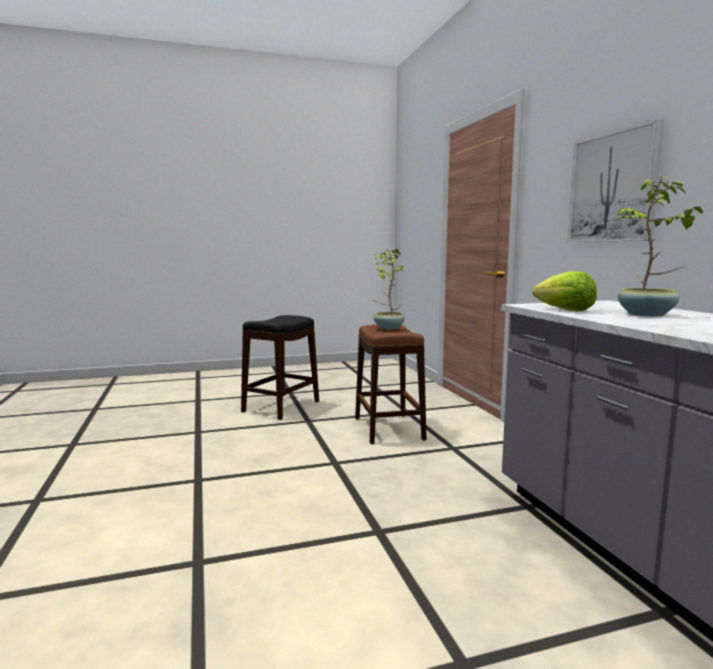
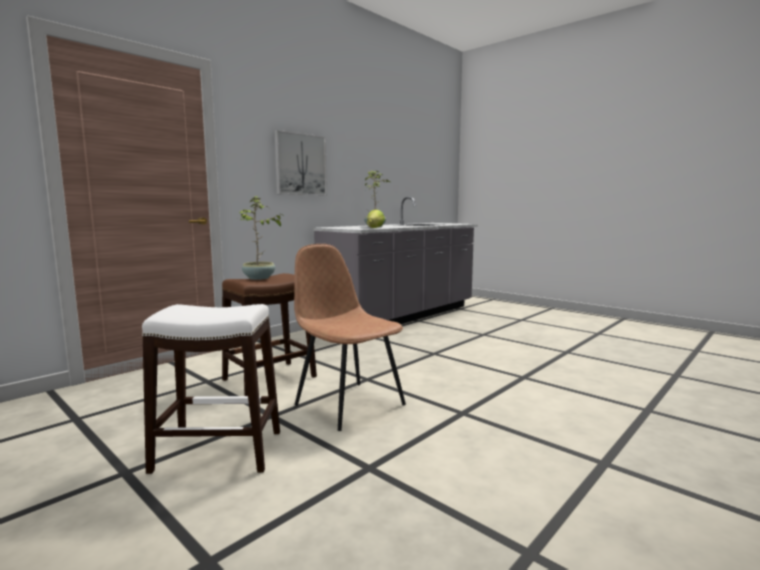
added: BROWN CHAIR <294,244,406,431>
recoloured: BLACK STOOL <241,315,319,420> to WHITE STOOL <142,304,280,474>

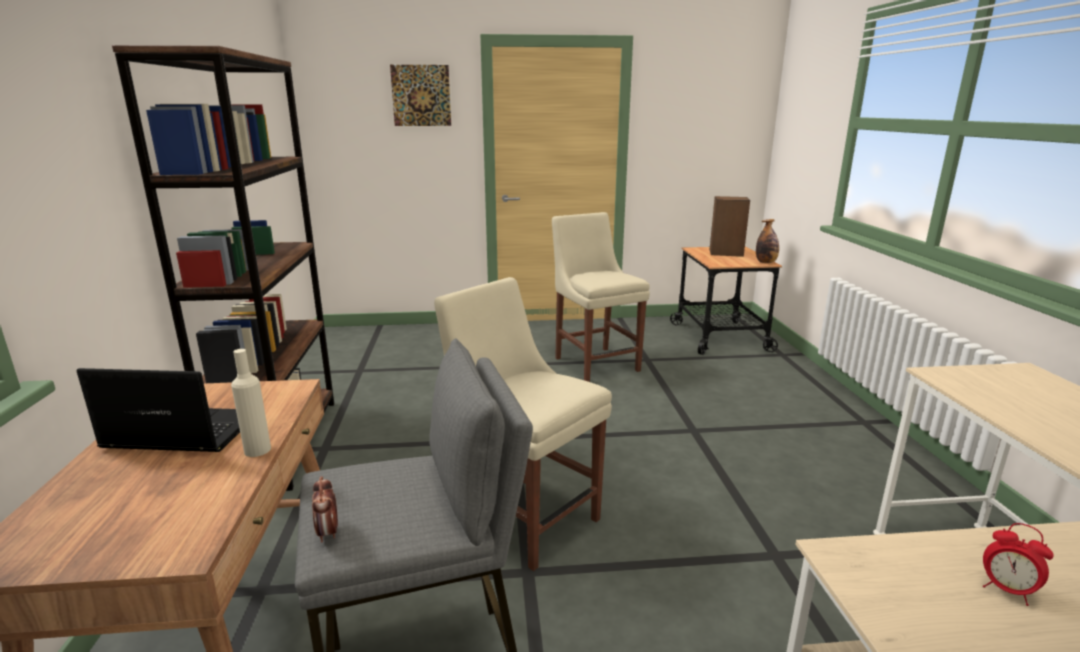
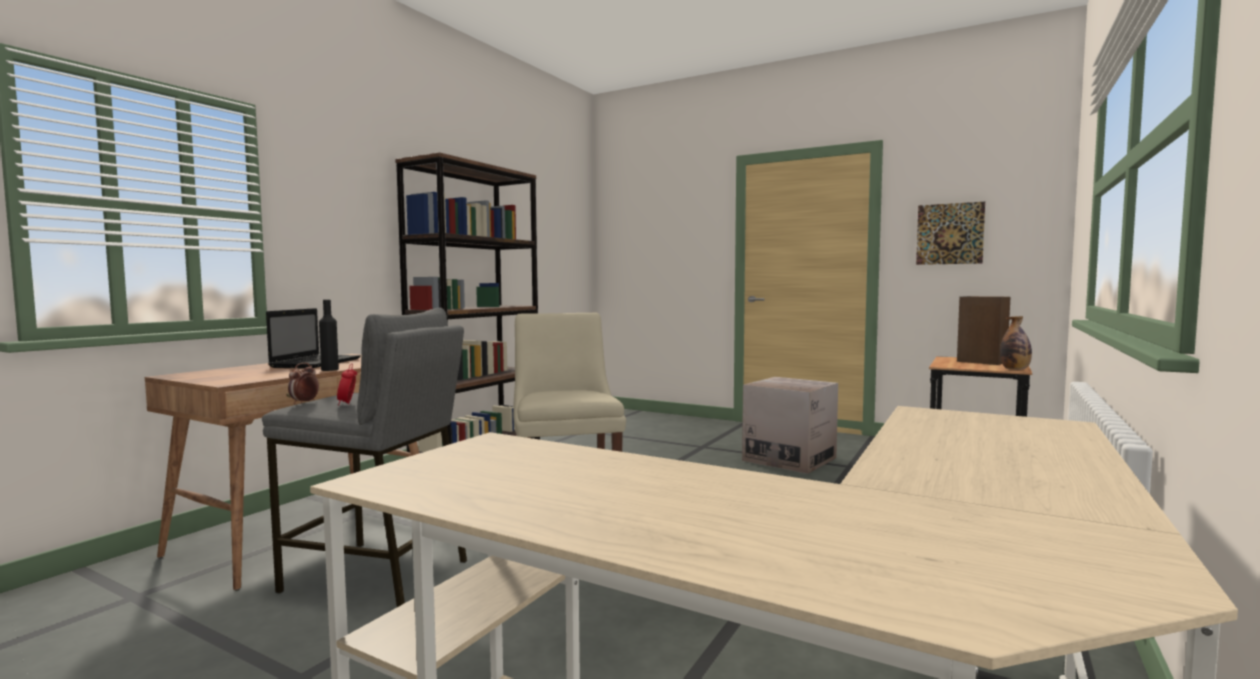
moved: PICTURE <390,65,451,126> to <916,202,985,265>; ALARM CLOCK <983,523,1054,606> to <337,363,357,406>
replaced: BEIGE CHAIR <552,212,650,382> to CARDBOARD BOX <742,377,838,474>
recoloured: BEIGE BOTTLE <231,349,271,457> to BLACK BOTTLE <319,300,339,371>
turned: LAPTOP <76,368,240,452> = <266,308,361,368> 60 degrees clockwise

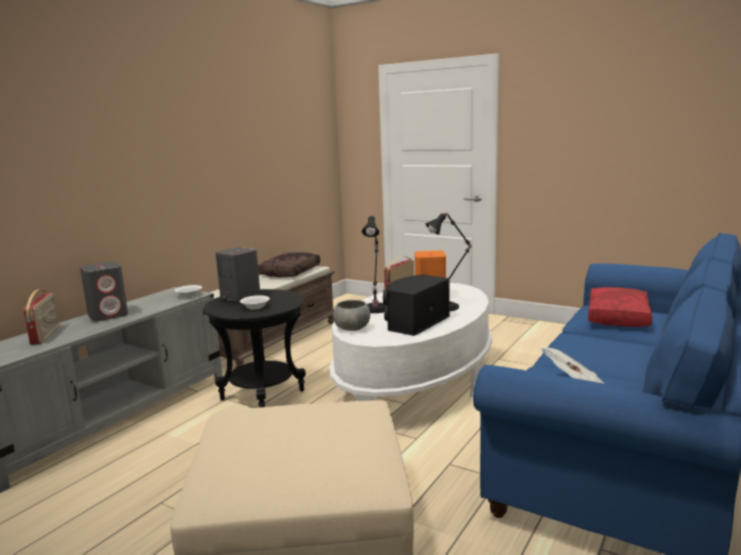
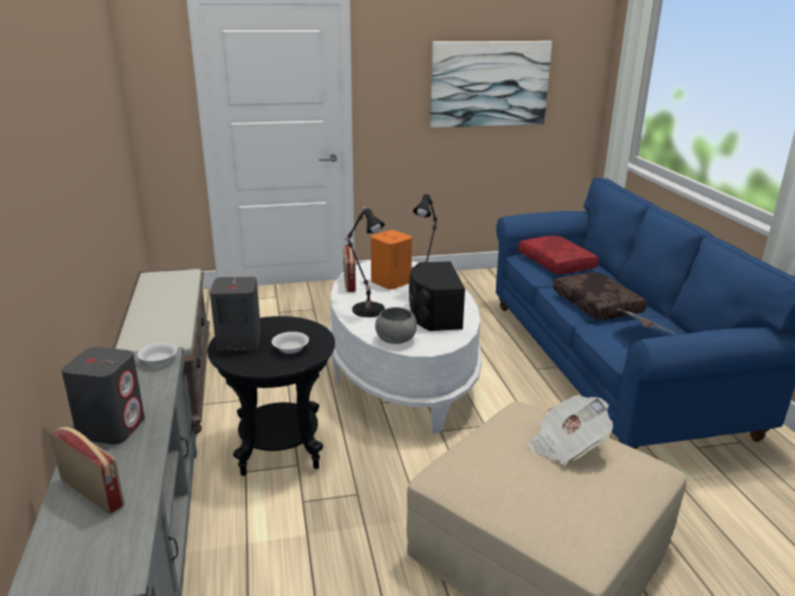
added: PICTURE <430,41,552,128>; NEWSPAPER <528,395,613,465>
moved: BROWN PILLOW <258,252,320,277> to <553,272,647,320>

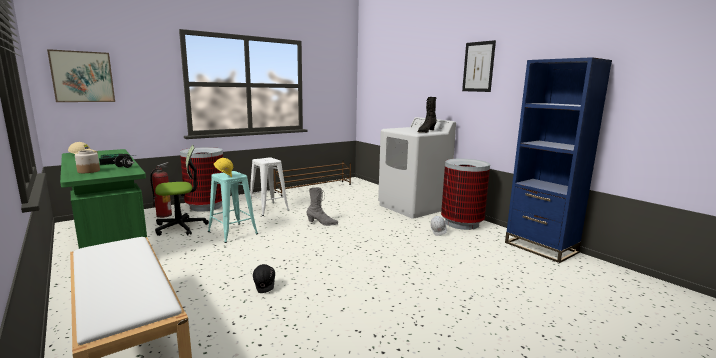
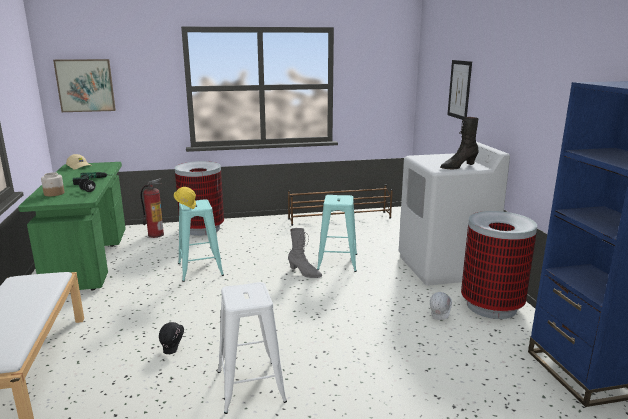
removed: OFFICE CHAIR <155,145,209,236>
added: TURQUOISE STOOL <317,195,357,272>
moved: WHITE STOOL <250,157,289,216> to <218,282,287,414>; PICTURE <462,40,496,92> to <447,60,472,120>

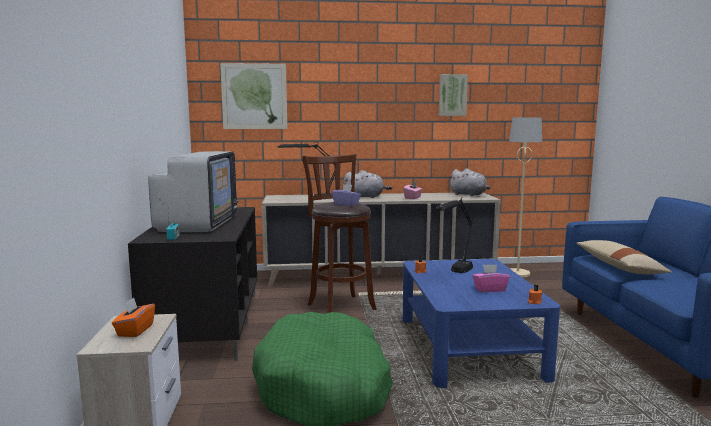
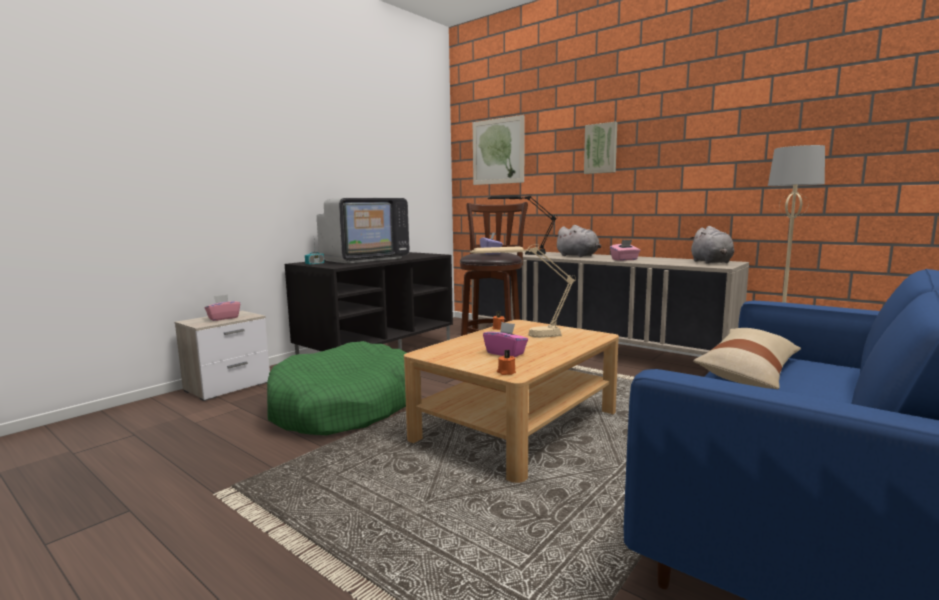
moved: PICTURE <439,74,468,116> to <584,122,617,174>
recoloured: ORANGE TISSUE BOX <112,298,155,337> to PINK TISSUE BOX <205,294,240,321>; BLUE COFFEE TABLE <403,259,560,388> to BEIGE COFFEE TABLE <404,320,619,483>; BLACK TABLE LAMP <436,198,473,273> to BEIGE TABLE LAMP <470,244,576,338>

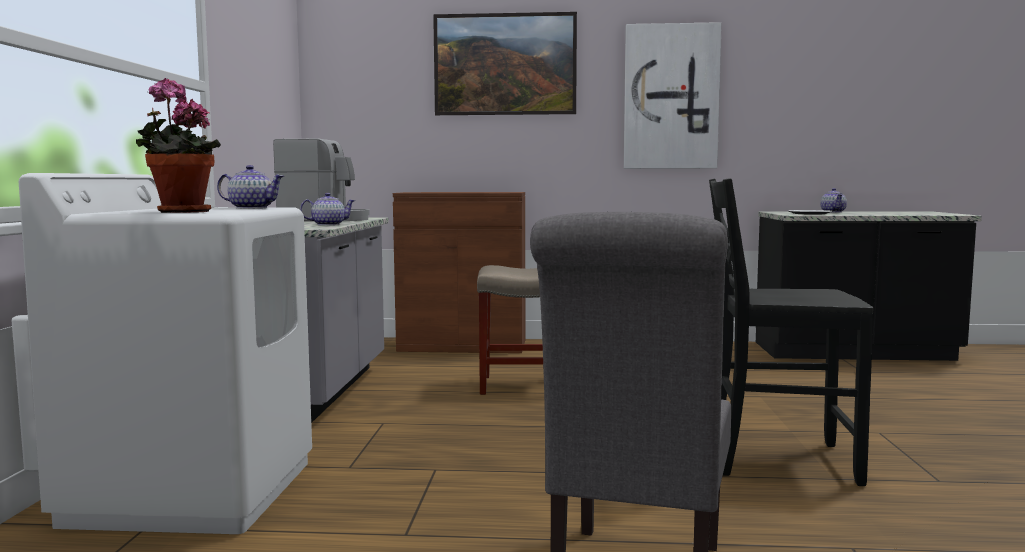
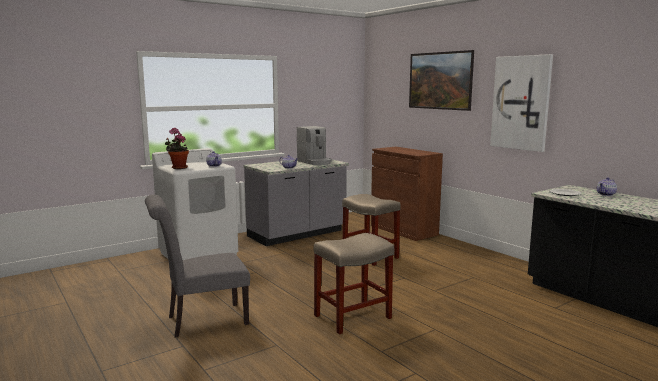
replaced: BLACK CHAIR <709,178,873,486> to BEIGE STOOL <314,233,394,334>

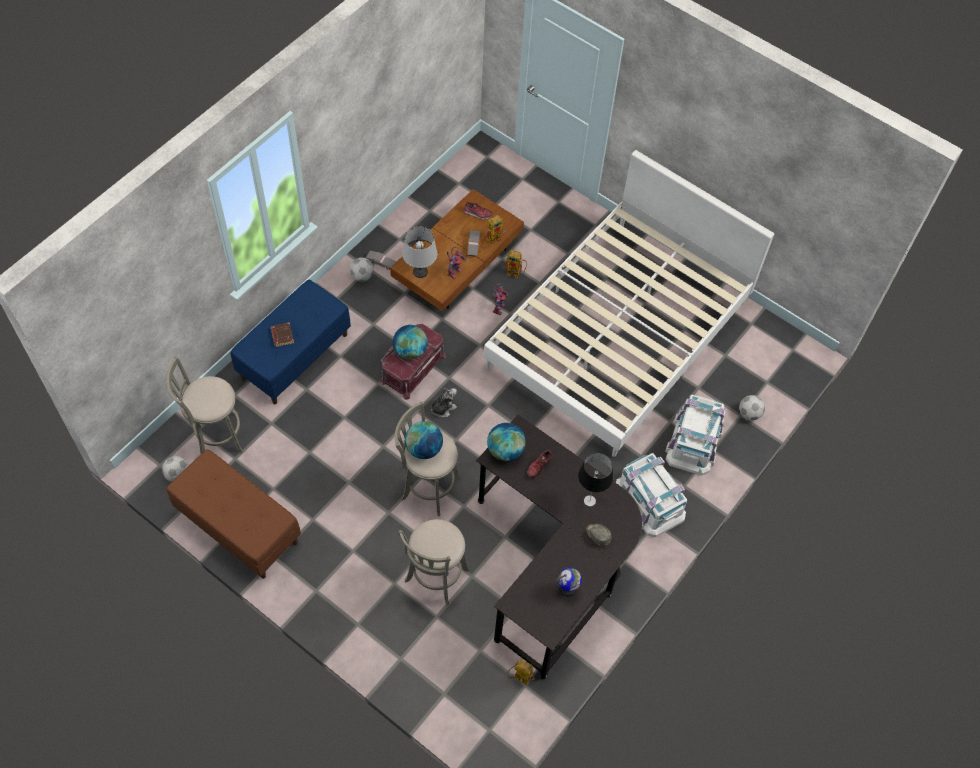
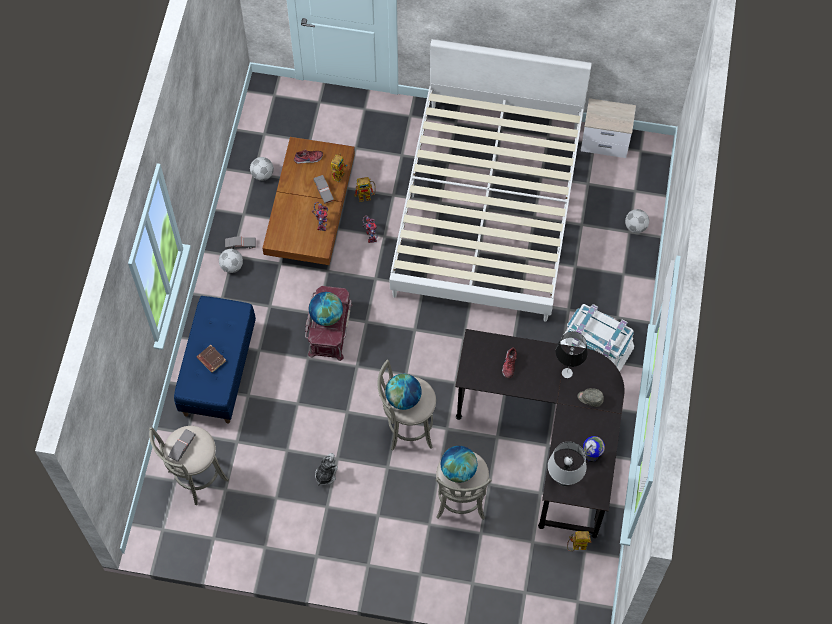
removed: BROWN BENCH <167,449,301,579>; WHITE STORAGE BOX <665,395,726,475>
added: GREY TOY CAR <168,429,195,462>; NIGHTSTAND <581,98,636,158>
moved: FOOTBALL <162,456,189,482> to <250,157,274,181>; GREY TABLE LAMP <402,227,437,278> to <548,441,586,486>; PLUSH TOY <429,388,457,418> to <315,453,338,486>; GLOBE <487,423,526,461> to <441,446,477,483>

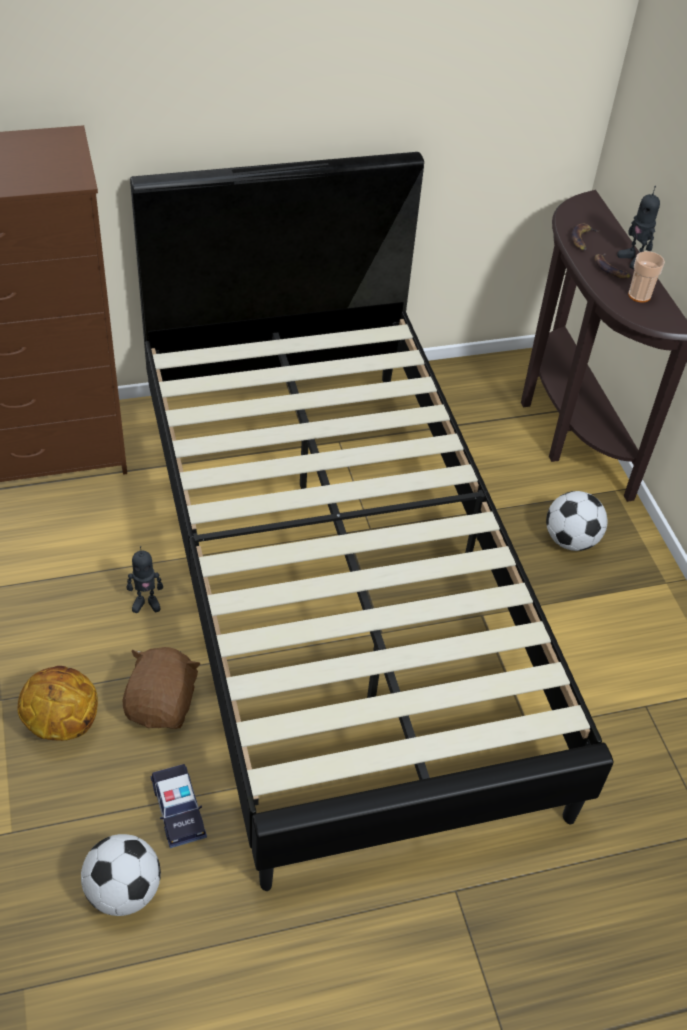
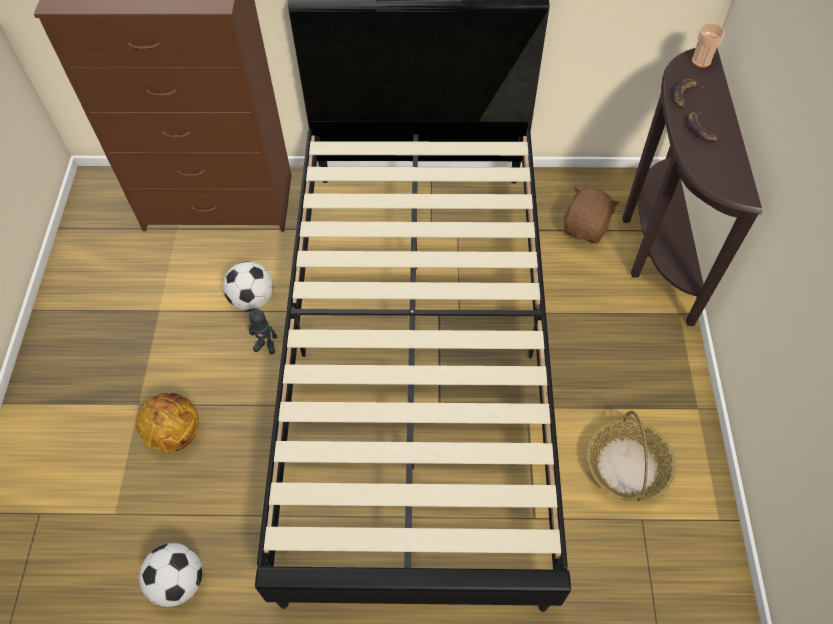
removed: TOY CAR <151,764,207,848>; TOY ROBOT <617,186,660,269>
added: BASKET <587,410,676,502>
moved: BROWN PLUSH TOY <123,647,201,729> to <564,186,620,244>; FOOTBALL <546,491,608,551> to <223,261,273,311>; CUP <628,251,665,303> to <692,23,725,68>

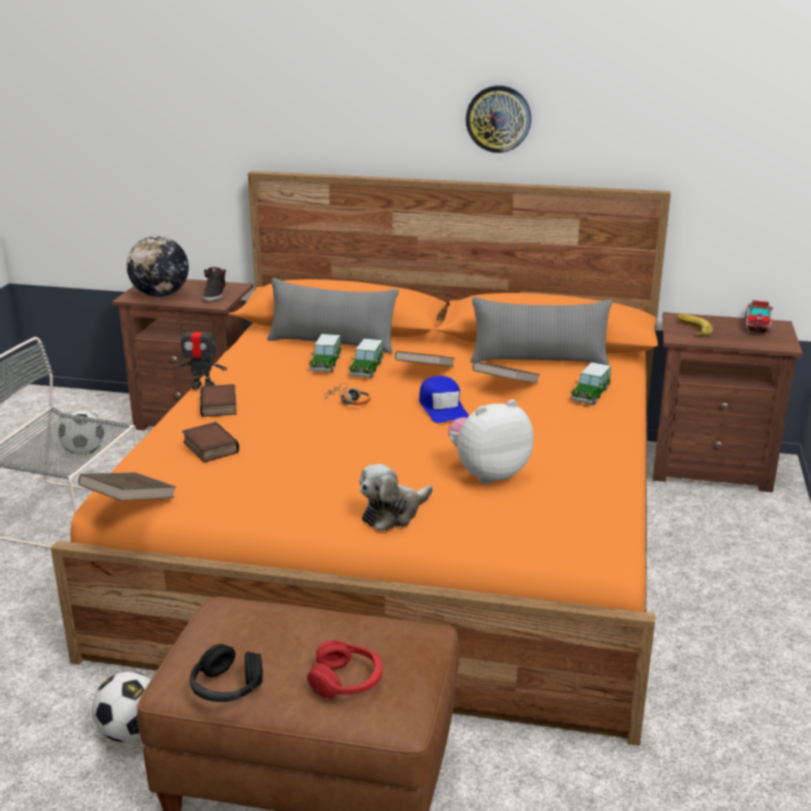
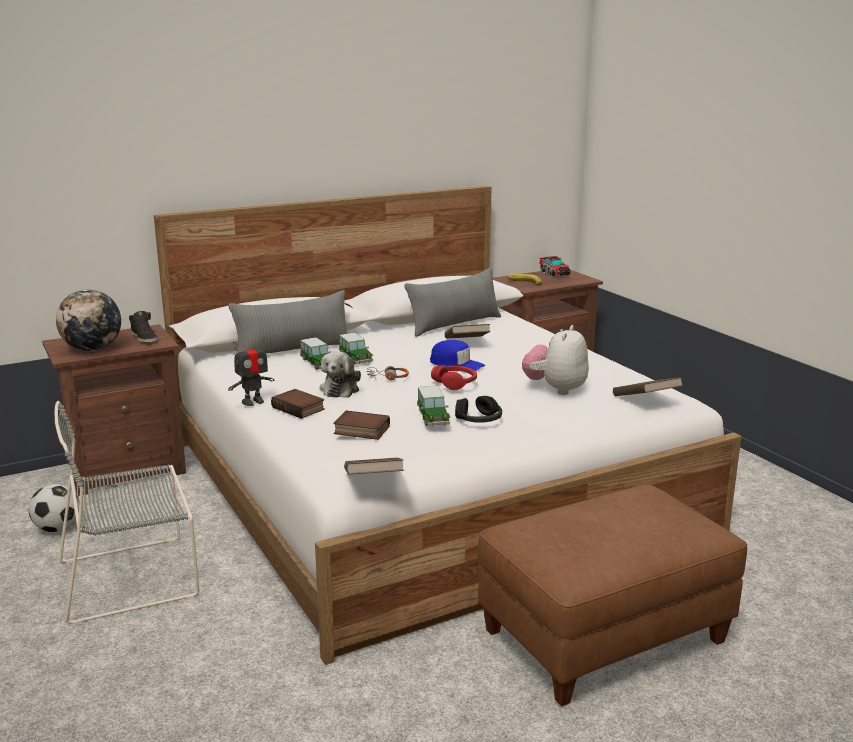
removed: FOOTBALL <92,671,151,742>; WALL CLOCK <466,85,531,153>
moved: BLACK HEADPHONES <190,644,263,702> to <455,396,502,422>; RED HEADPHONES <307,640,382,699> to <431,365,477,390>; PLUSH TOY <360,464,433,531> to <320,351,361,398>; BROWN BOOK <395,351,455,367> to <613,377,683,396>; TOY CAR <570,362,611,405> to <417,386,451,427>
recoloured: ORANGE BED <51,171,671,746> to WHITE BED <154,186,741,665>

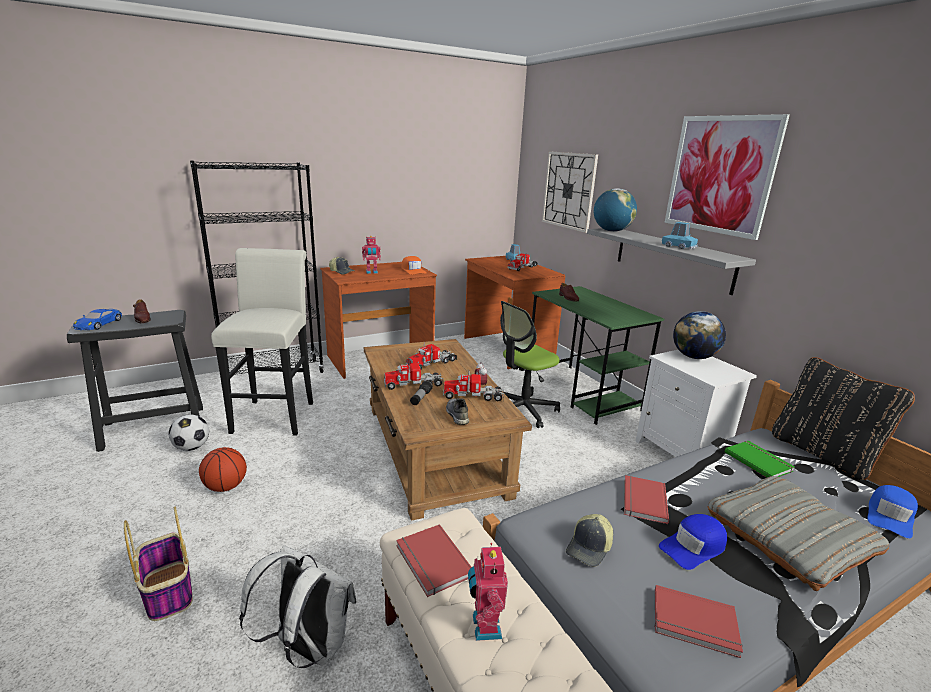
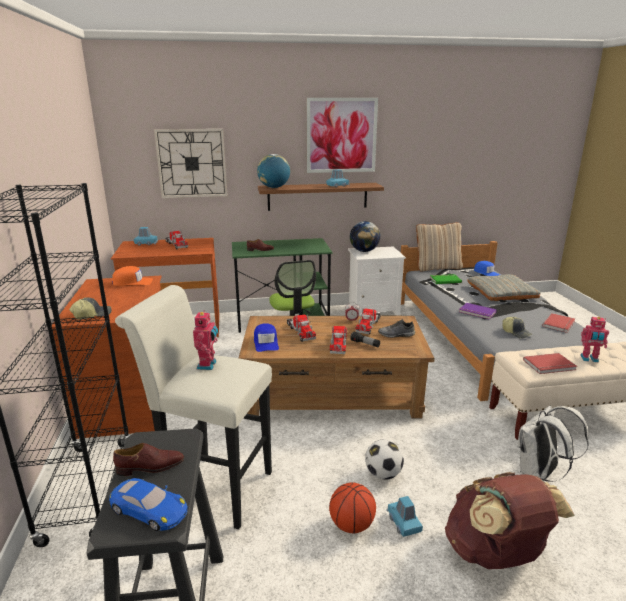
added: BLUE TOY CAR <387,496,423,537>
moved: FOOTBALL <169,415,209,451> to <365,439,404,480>; TOY ROBOT <362,236,381,274> to <193,310,218,370>; BLUE CAP <659,514,727,570> to <254,323,279,352>
replaced: BASKET <124,507,193,621> to BROWN BACKPACK <445,472,575,569>
recoloured: GREY SHELF <587,228,756,295> to BROWN SHELF <258,183,384,211>; RED BOOK <624,475,669,524> to PURPLE BOOK <459,303,497,319>; BLACK PILLOW <772,357,915,480> to BEIGE PILLOW <416,222,463,272>

